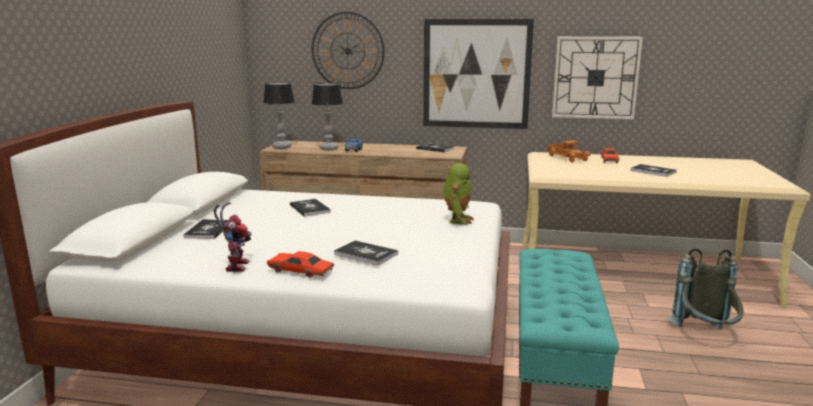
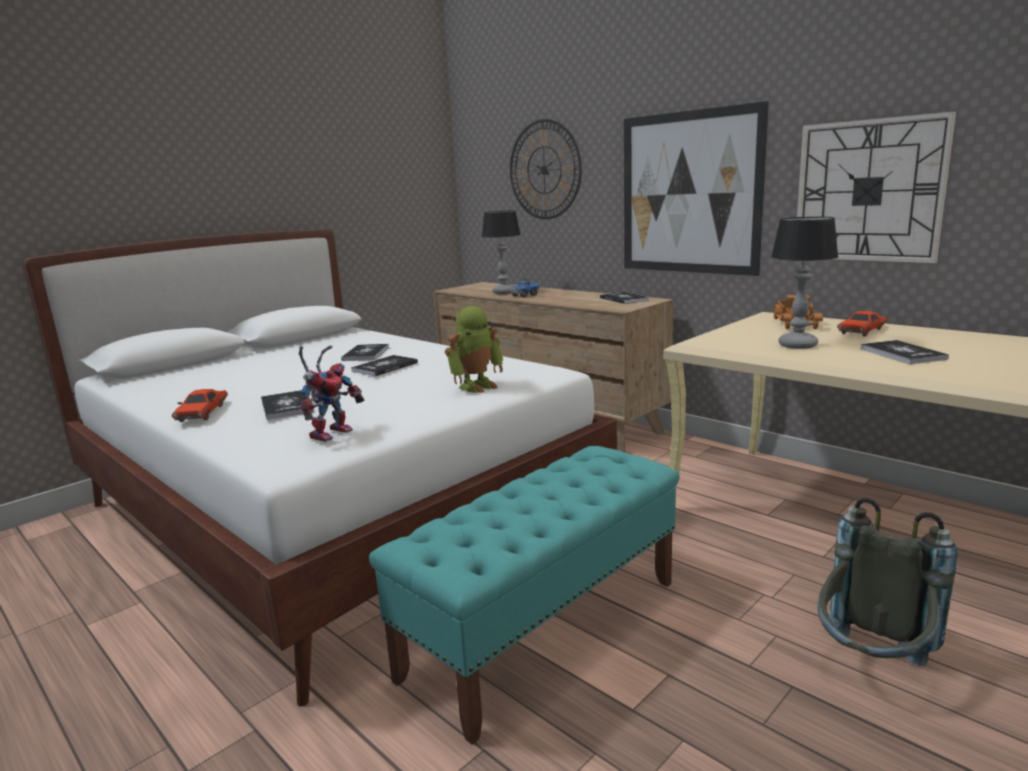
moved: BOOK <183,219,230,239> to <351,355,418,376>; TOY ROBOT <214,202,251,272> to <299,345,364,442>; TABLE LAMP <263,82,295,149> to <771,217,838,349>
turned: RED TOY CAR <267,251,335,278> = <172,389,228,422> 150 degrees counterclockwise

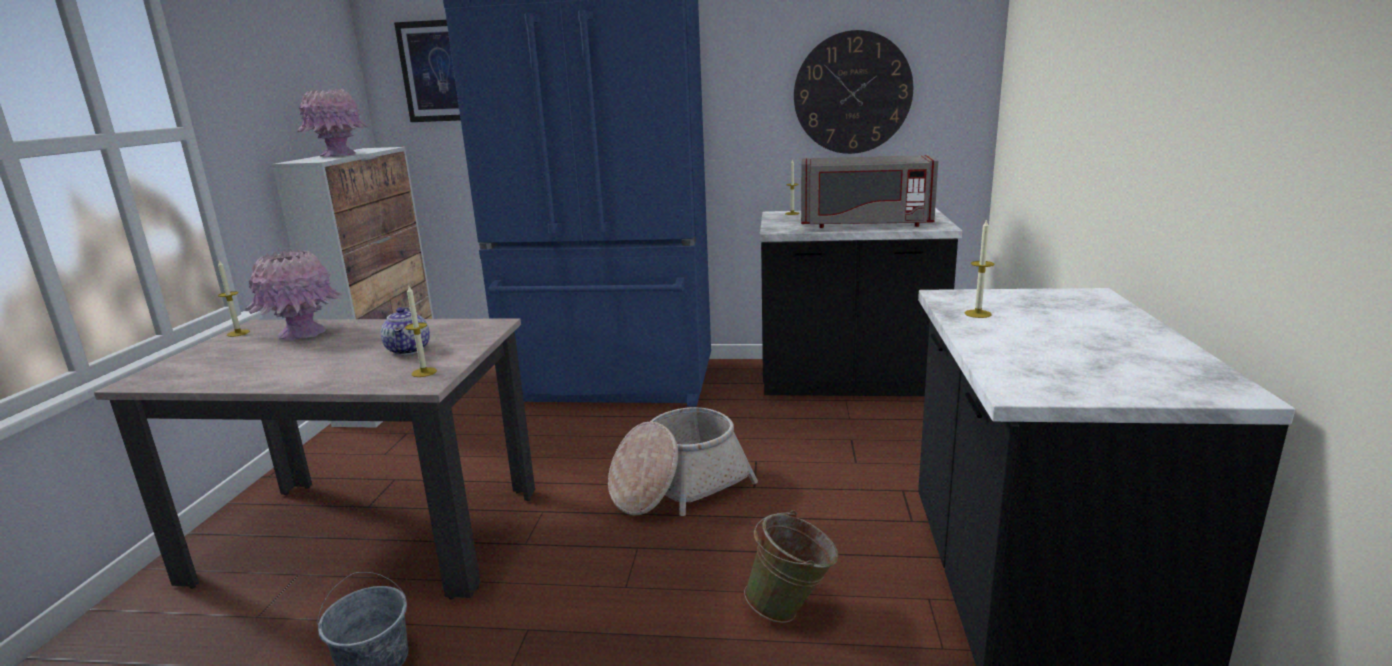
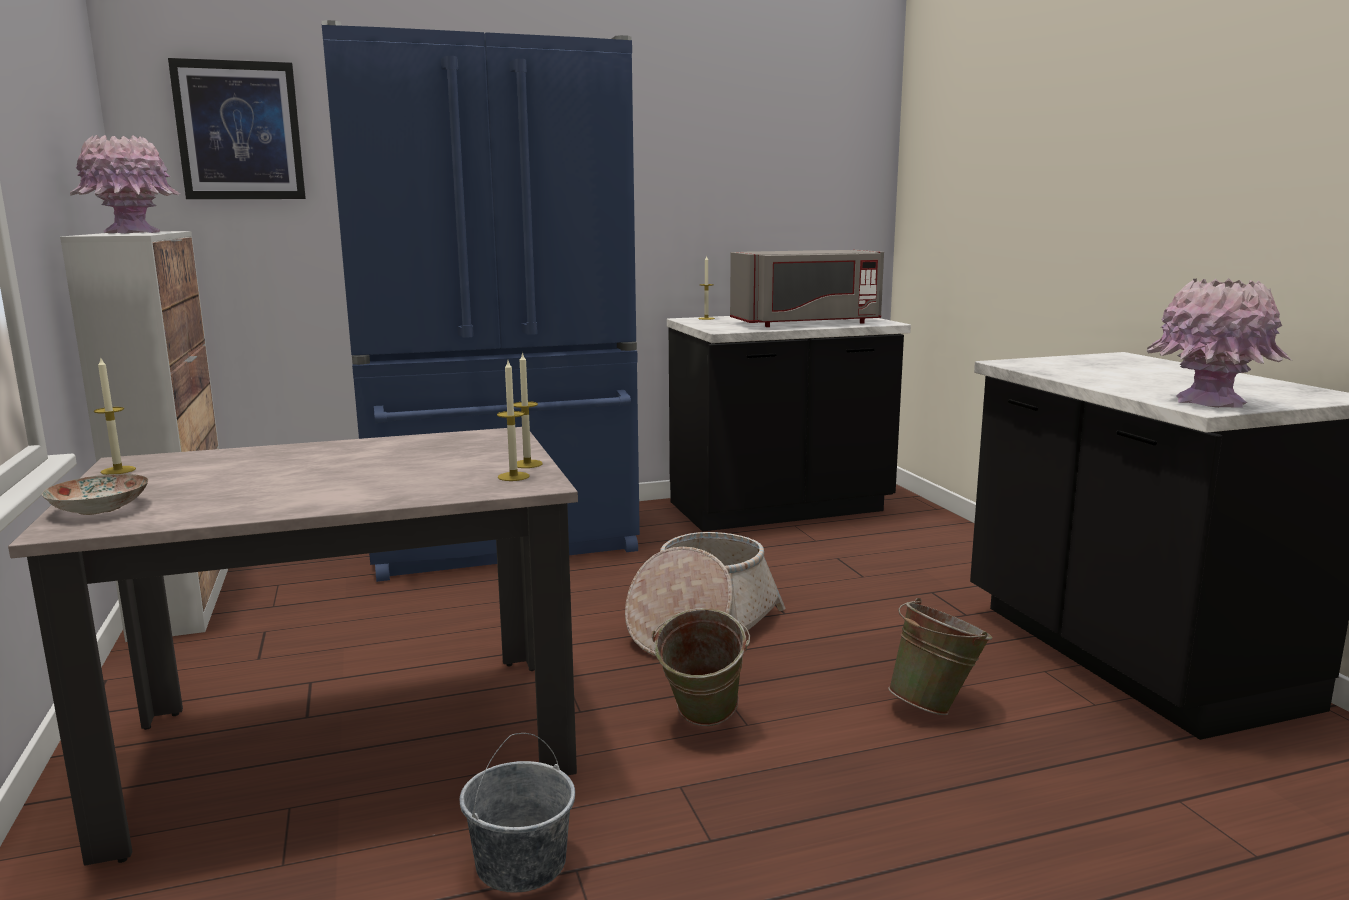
removed: TEAPOT <381,307,430,355>; WALL CLOCK <794,30,913,154>
added: PLATE <42,474,148,515>; GREEN BUCKET <652,608,750,726>
moved: PINK VASE <245,249,342,341> to <1146,278,1292,408>; CANDLE <965,219,994,318> to <514,352,543,468>

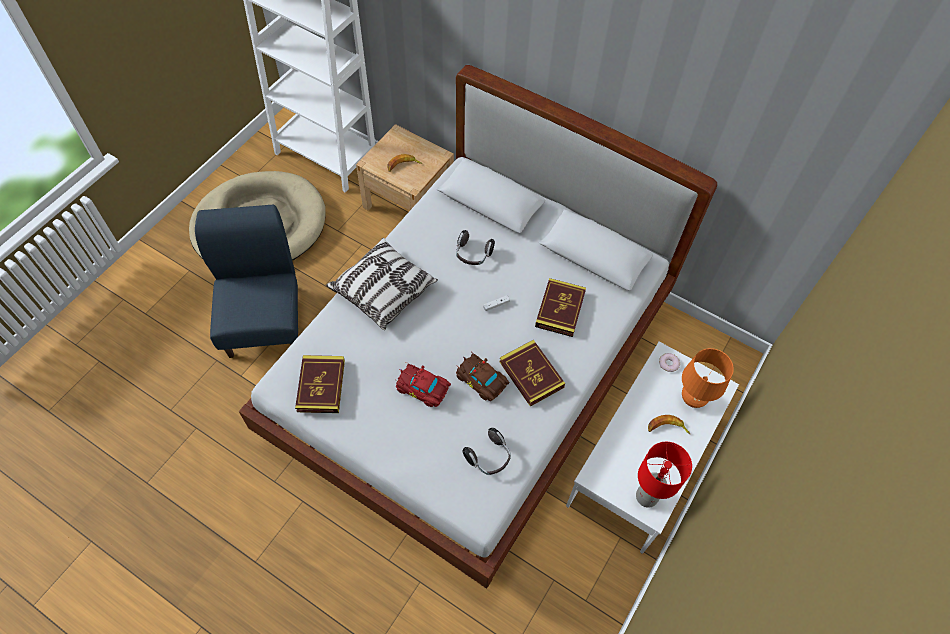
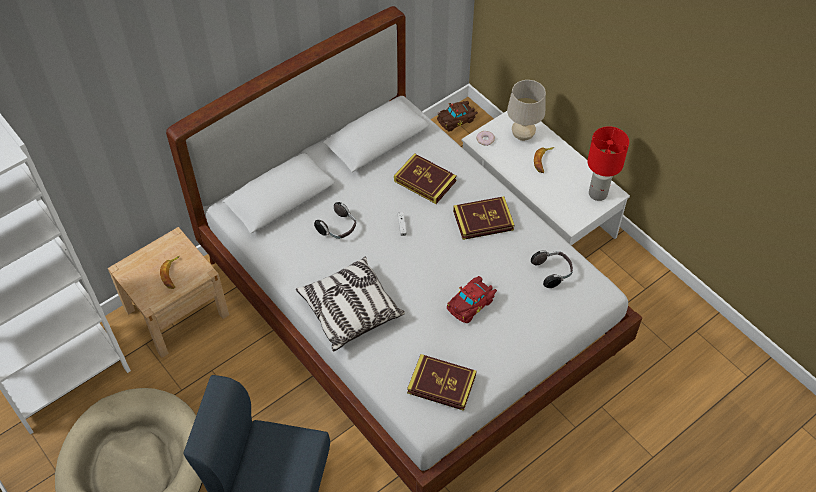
moved: BROWN TOY CAR <456,352,510,401> to <437,101,478,132>
recoloured: ORANGE TABLE LAMP <682,348,734,408> to BEIGE TABLE LAMP <507,80,546,141>

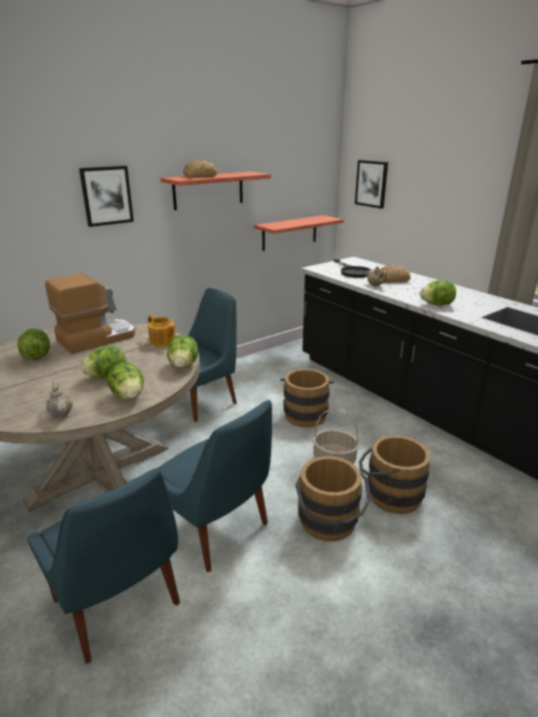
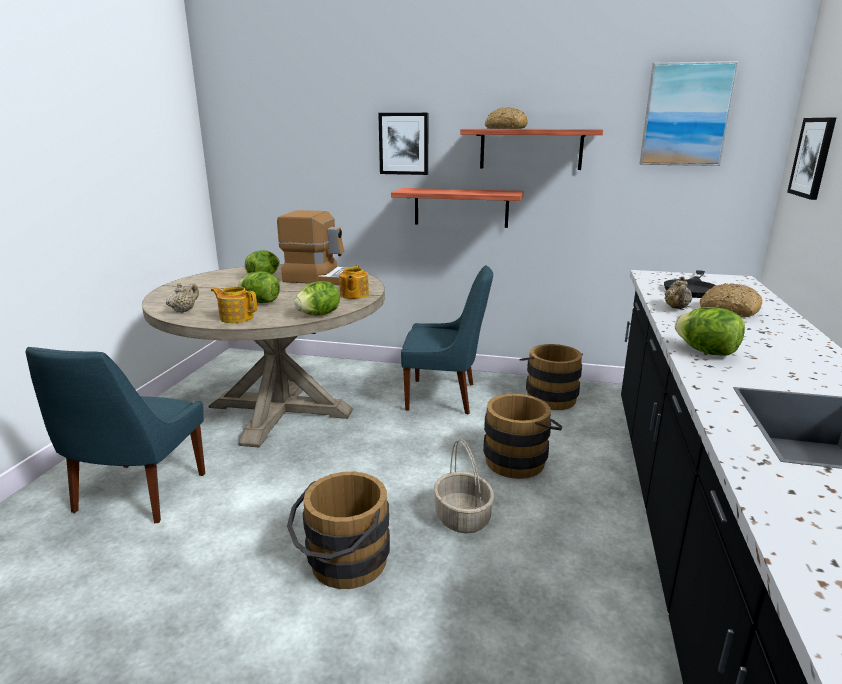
removed: BLUE CHAIR <158,400,272,572>
added: PICTURE <640,61,739,166>
moved: SHELF <254,215,344,251> to <391,188,524,228>; BROWN BUCKET <359,435,430,514> to <519,344,583,410>
replaced: LETTUCE <107,362,144,400> to TEAPOT <211,287,257,323>

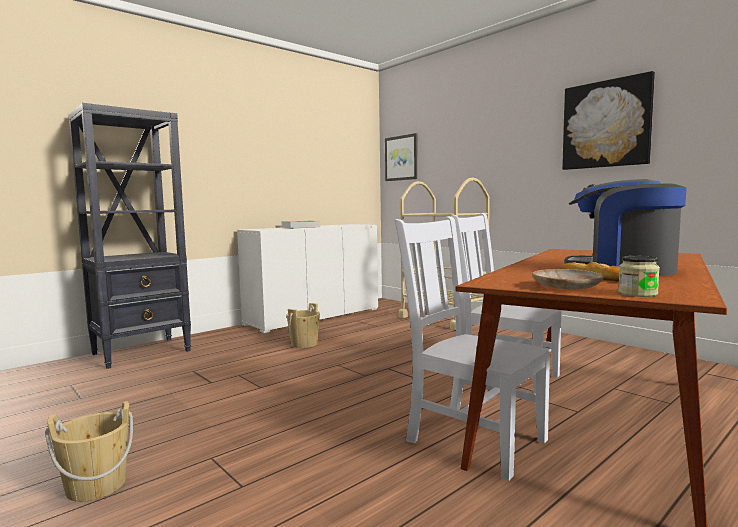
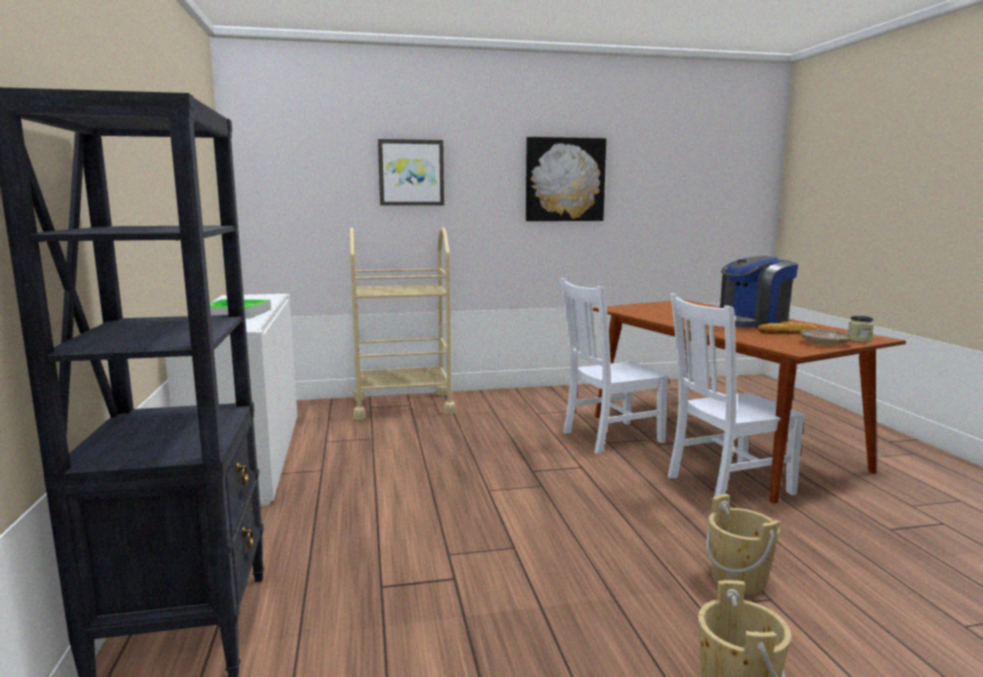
moved: BEIGE BUCKET <287,303,320,348> to <707,494,780,594>; PICTURE <385,133,418,181> to <378,139,444,206>

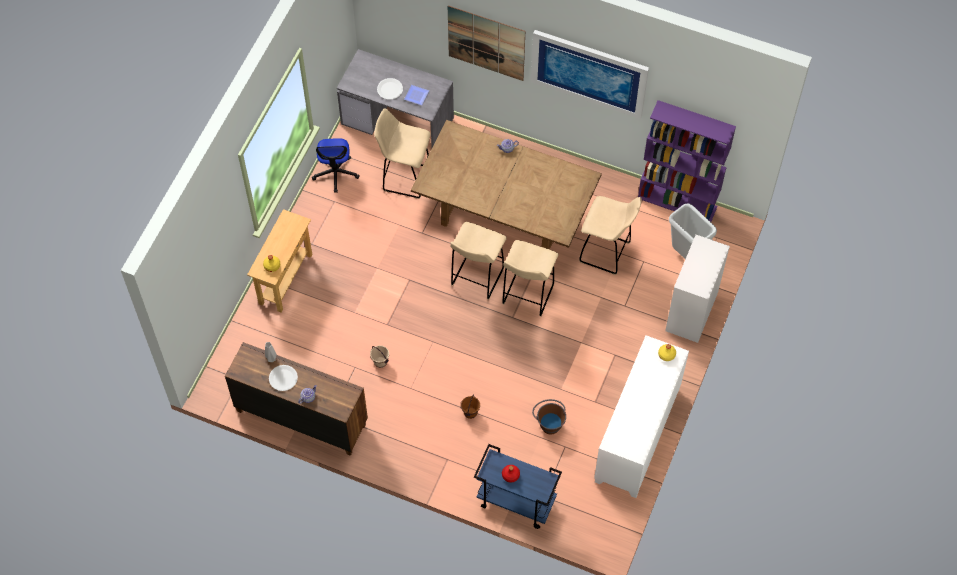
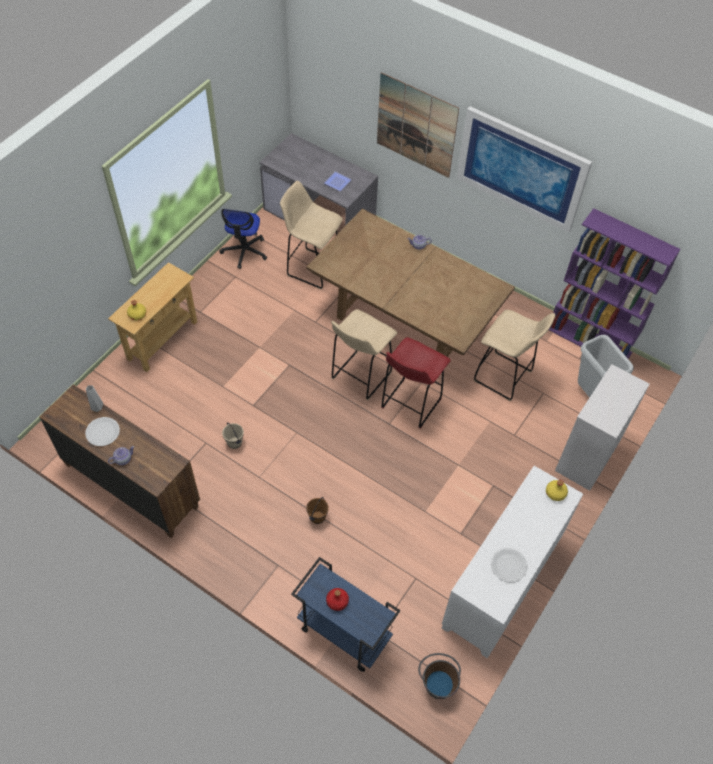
moved: WHITE PLATE <377,78,403,100> to <491,548,528,583>; BROWN BUCKET <532,399,566,434> to <418,653,461,699>
recoloured: BEIGE STOOL <502,240,558,317> to RED STOOL <381,337,451,429>

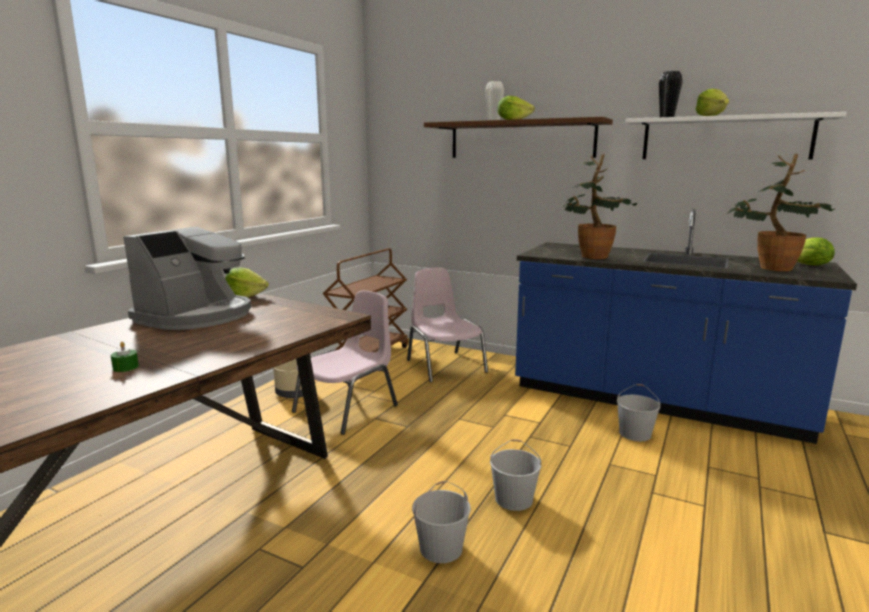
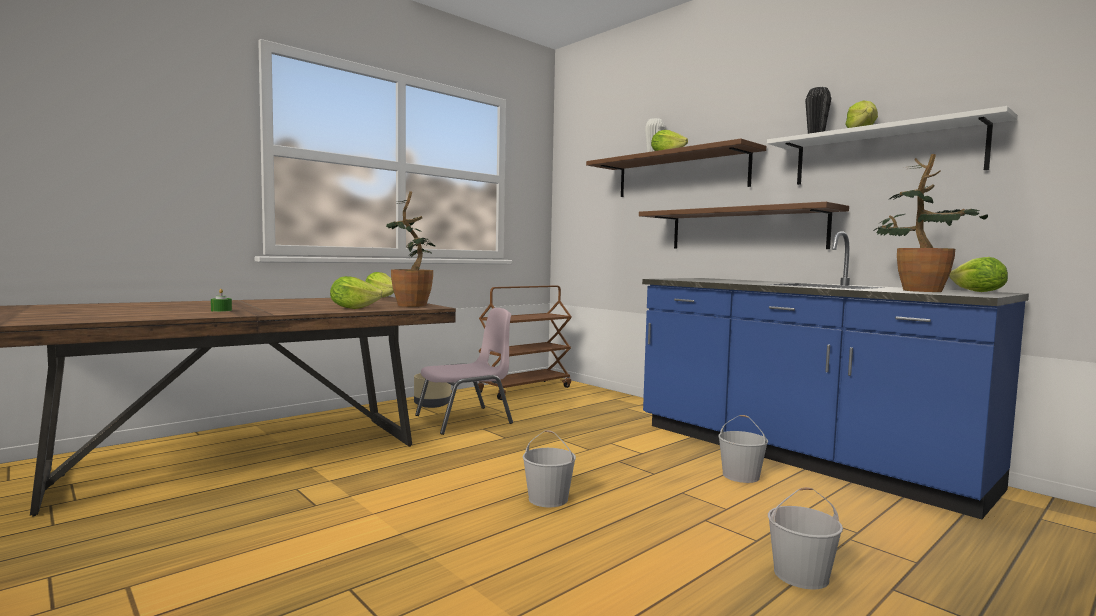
removed: COFFEE MACHINE <123,226,252,330>; PINK CHAIR <407,268,488,382>
added: LETTUCE <330,276,383,309>; BROWN SHELF <639,202,849,249>
moved: WHITE BUCKET <412,481,471,563> to <768,487,843,590>; POTTED PLANT <563,154,637,259> to <386,191,436,307>

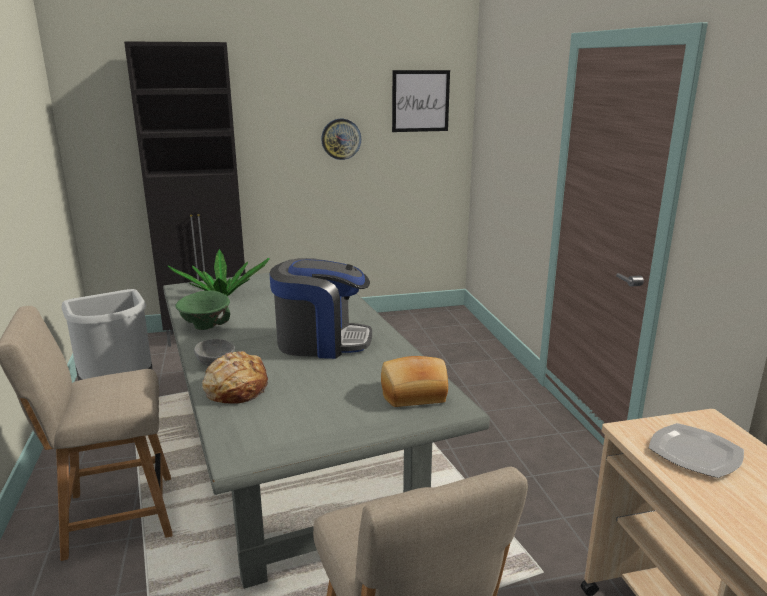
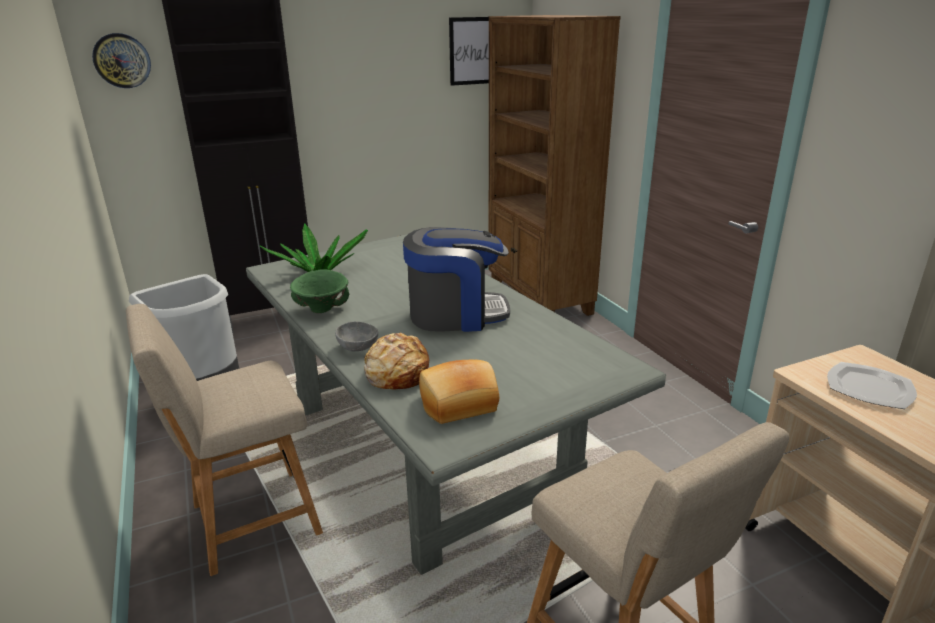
added: BROWN BOOKCASE <489,15,621,316>
moved: WALL CLOCK <321,119,361,160> to <92,33,151,88>; BREAD <381,356,448,407> to <419,360,499,424>

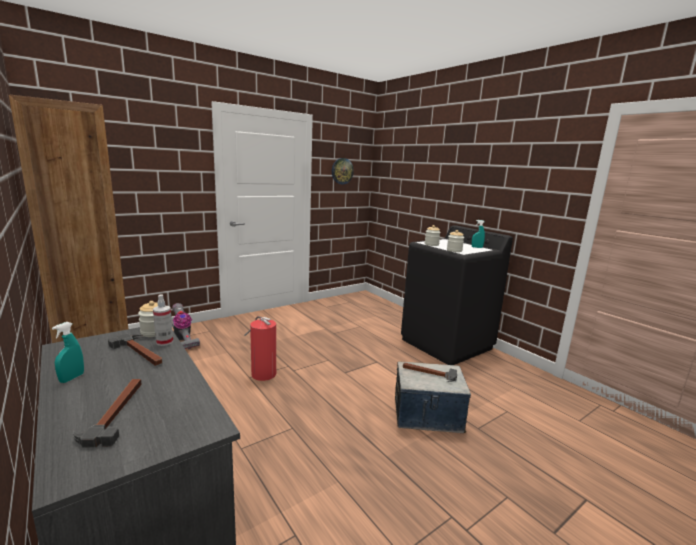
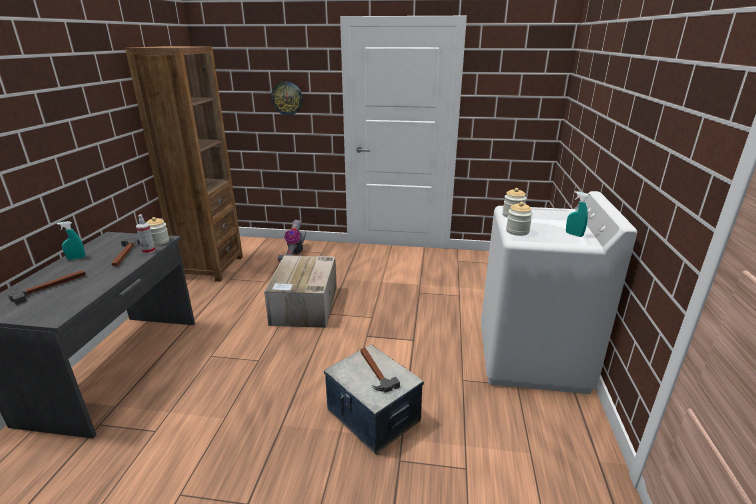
moved: WALL CLOCK <332,158,354,184> to <271,81,303,116>
replaced: FIRE EXTINGUISHER <244,316,276,381> to CARDBOARD BOX <264,255,337,328>
recoloured: BLACK WASHING MACHINE <401,225,513,365> to WHITE WASHING MACHINE <481,191,637,394>

